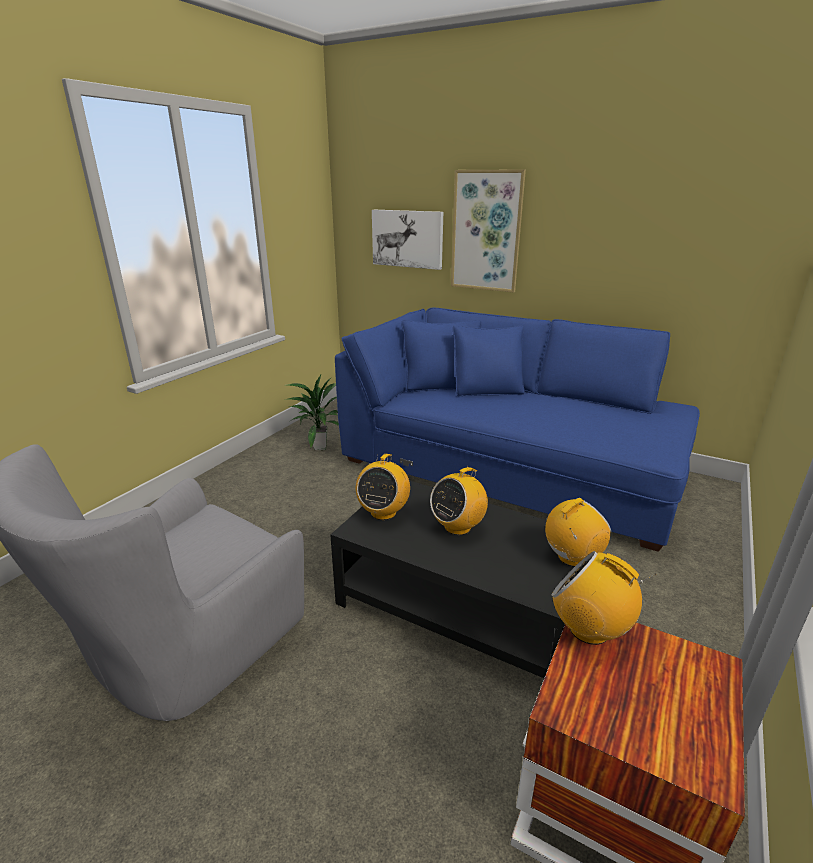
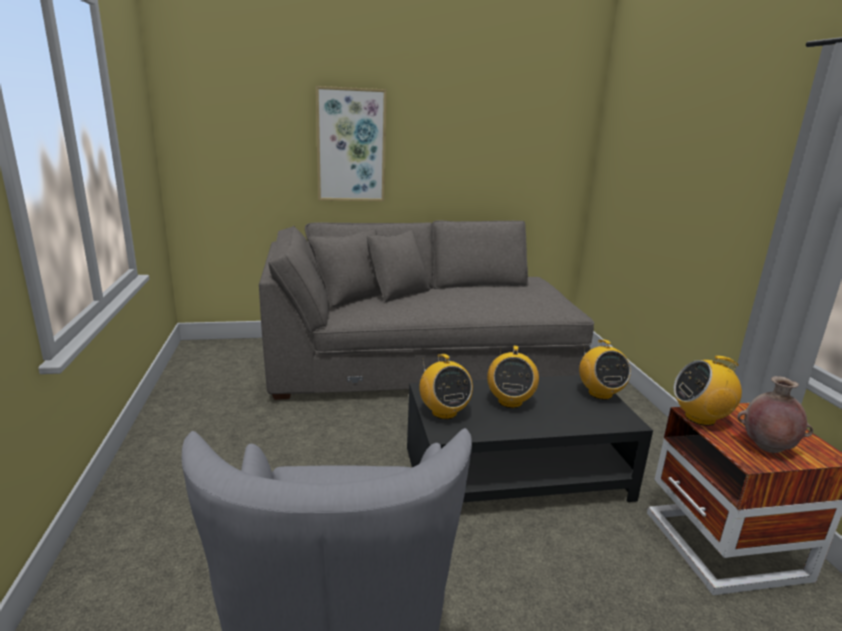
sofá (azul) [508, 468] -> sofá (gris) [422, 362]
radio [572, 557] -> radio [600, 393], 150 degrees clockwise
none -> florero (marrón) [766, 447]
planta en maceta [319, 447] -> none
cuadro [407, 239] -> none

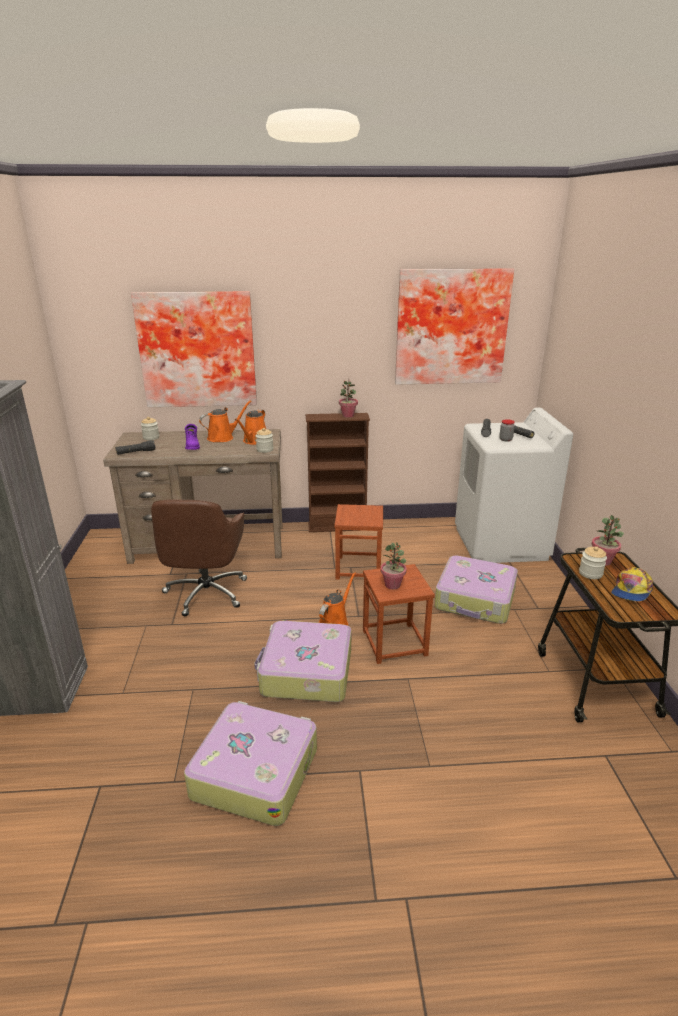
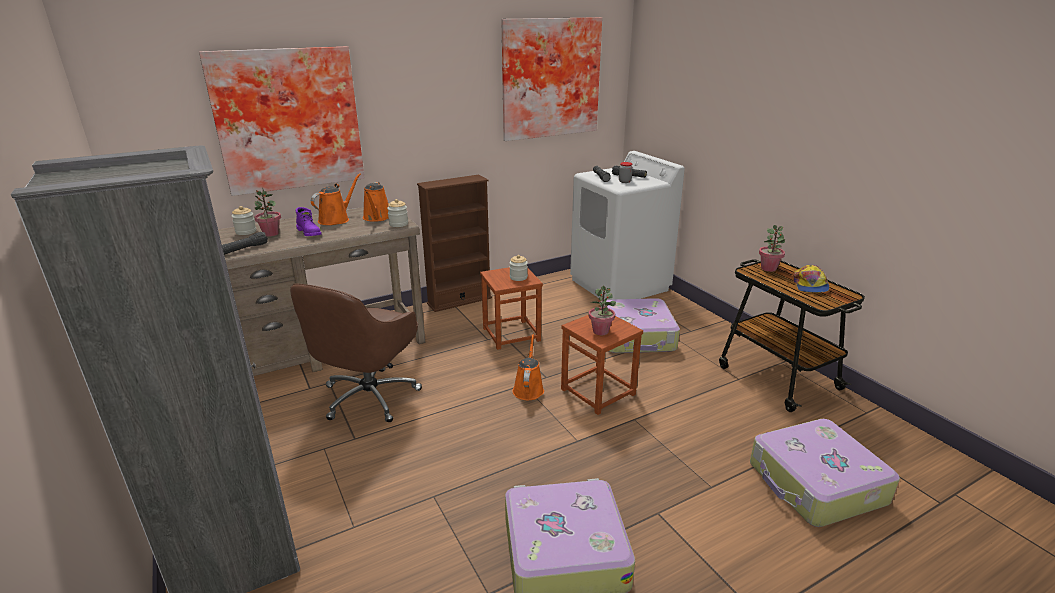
planta en maceta [348, 415] -> planta en maceta [271, 234], move
silla de oficina (marrón) [206, 593] -> silla de oficina (marrón) [369, 397], 45 degrees clockwise
tarro [590, 573] -> tarro [518, 277], move
maleta [305, 672] -> maleta [816, 484], move

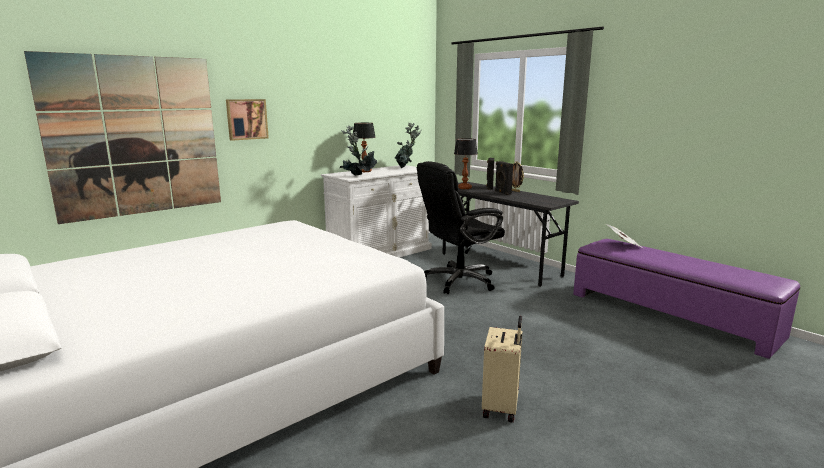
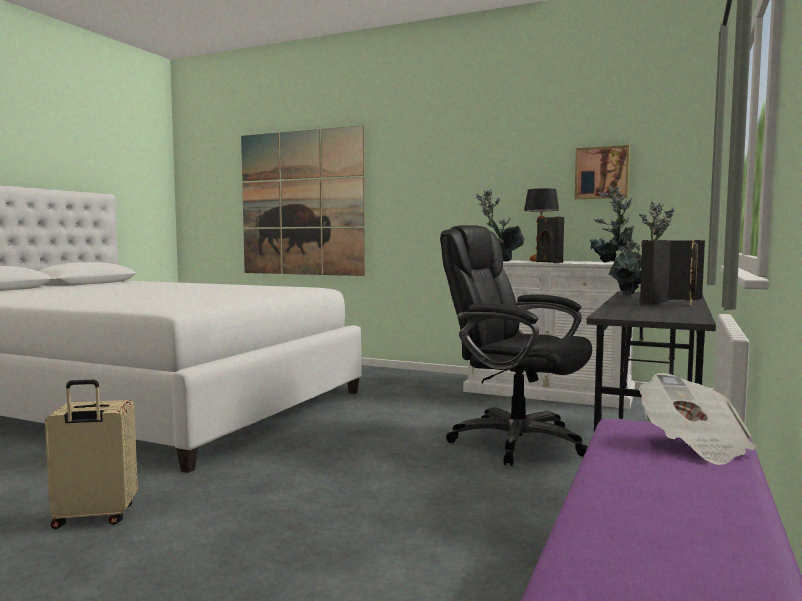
none -> altavoz (negro) [548, 262]
cuadro [246, 119] -> cuadro [602, 173], move
lámpara de mesa [465, 188] -> planta en maceta [637, 295]

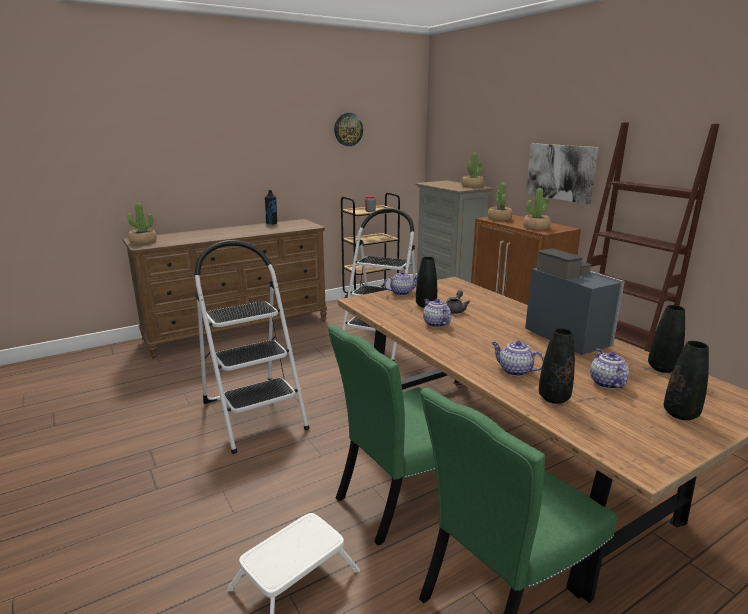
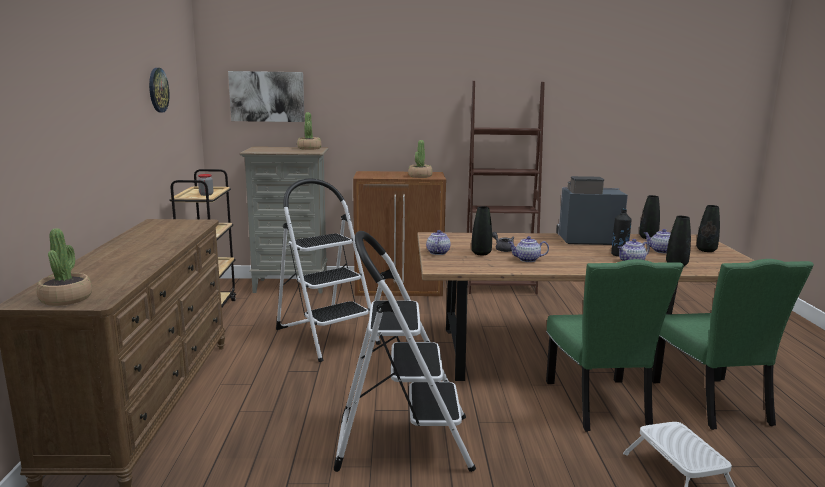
cuadro [560, 172] -> cuadro [267, 96], move
botella (negro) [272, 223] -> botella (negro) [619, 255], move
planta en maceta [499, 218] -> none

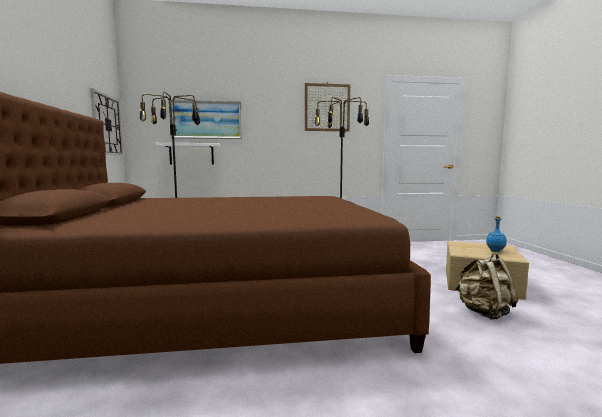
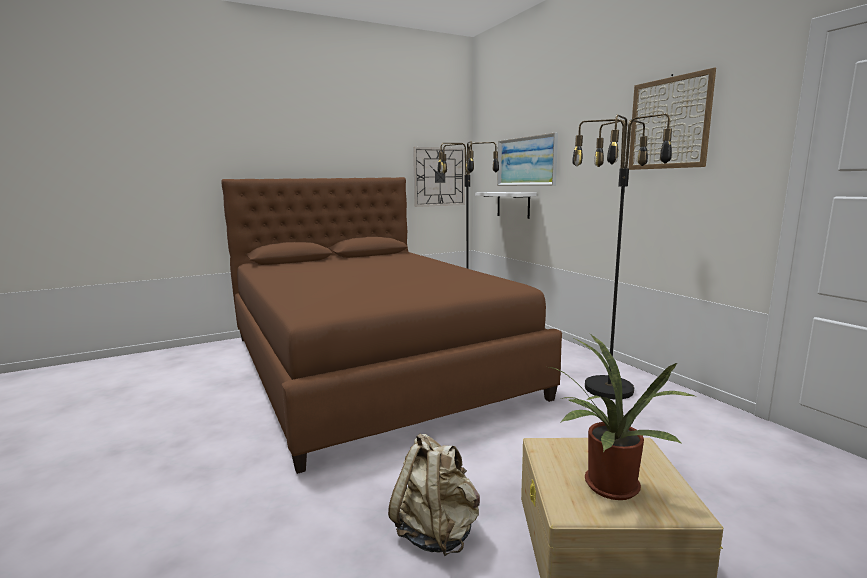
botella (azul) [495, 251] -> planta en maceta [607, 488]

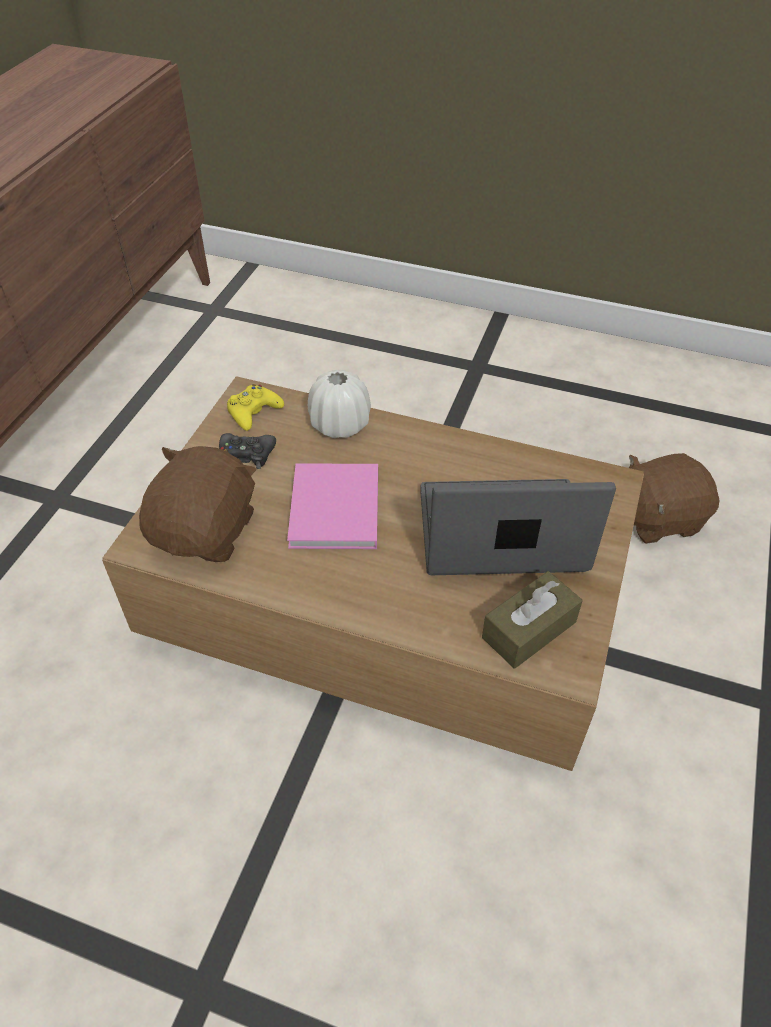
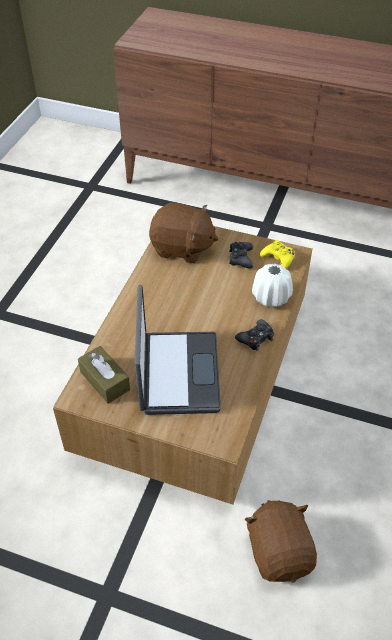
none -> mando de consola (negro) [256, 338]
libro (rosa) [334, 511] -> none

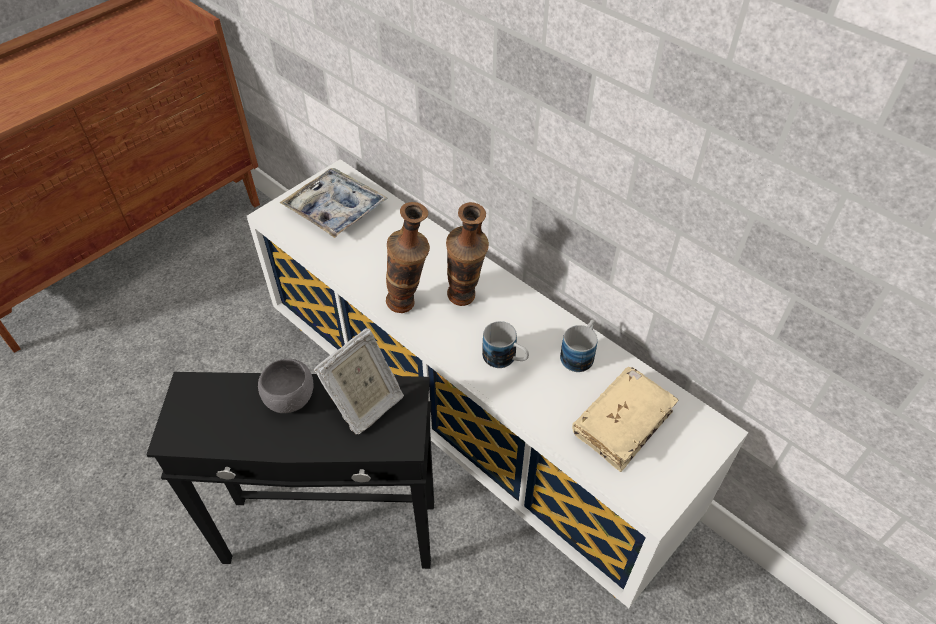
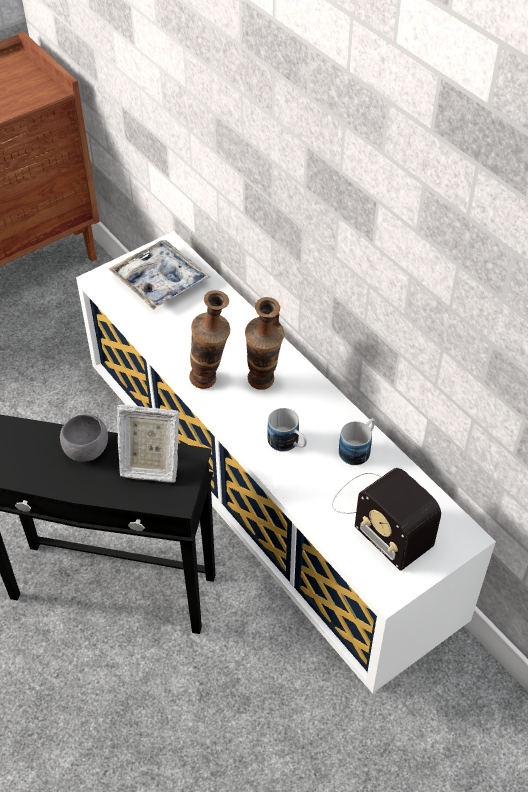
portarretratos [365, 405] -> portarretratos [149, 465], 45 degrees clockwise
libro (beis) [622, 423] -> radio [380, 516]

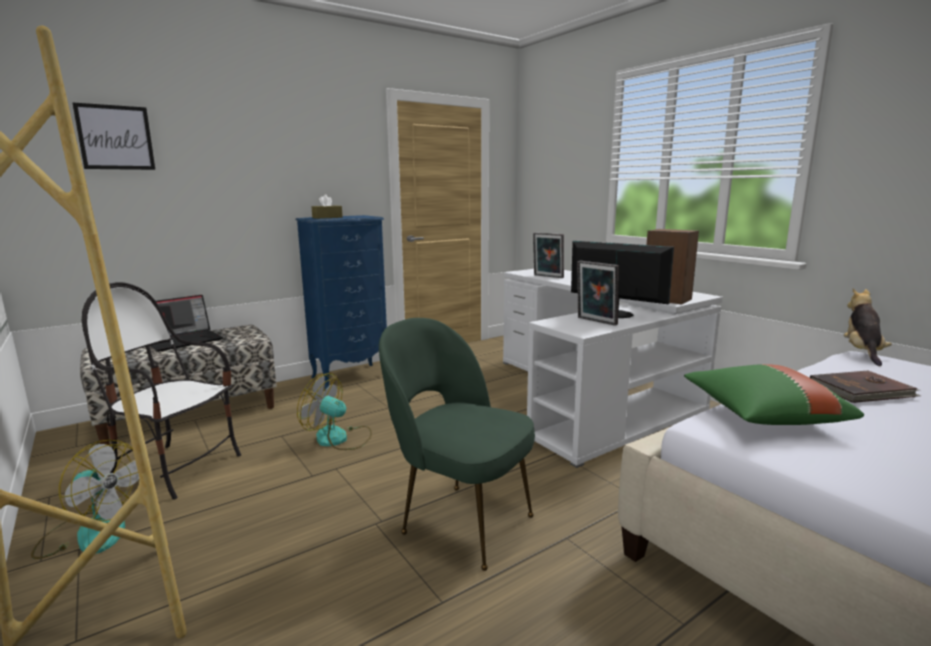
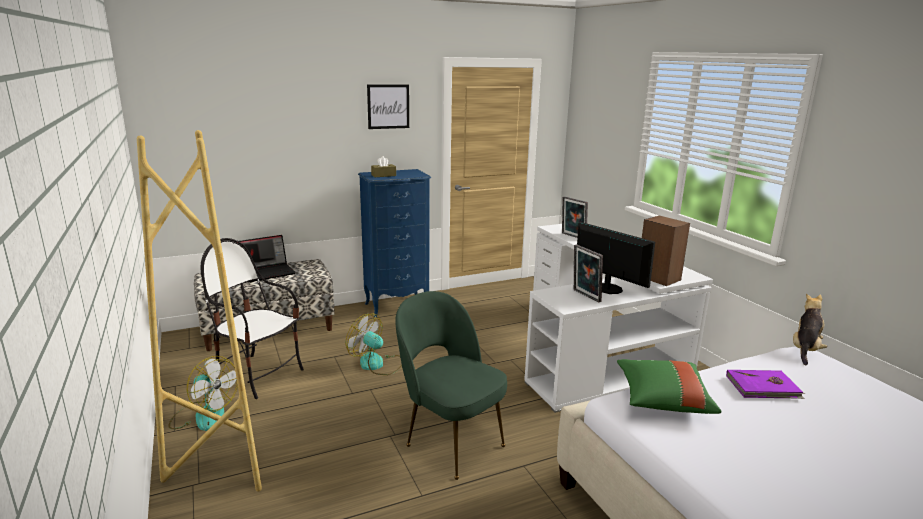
cuadro [115, 137] -> cuadro [388, 106], move
libro (marrón) [862, 390] -> libro (morado) [763, 387]

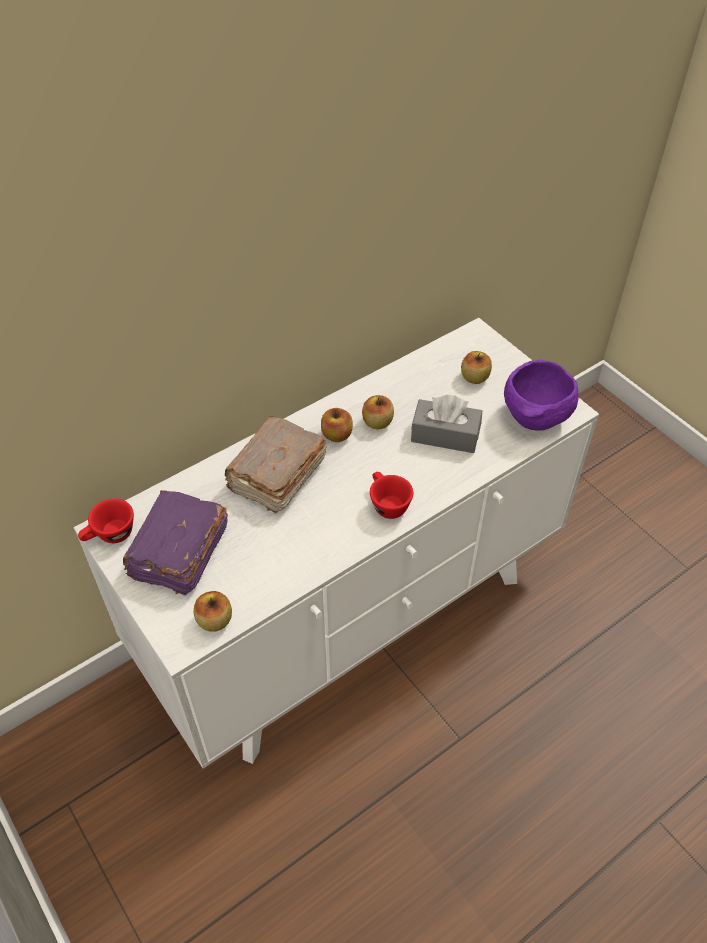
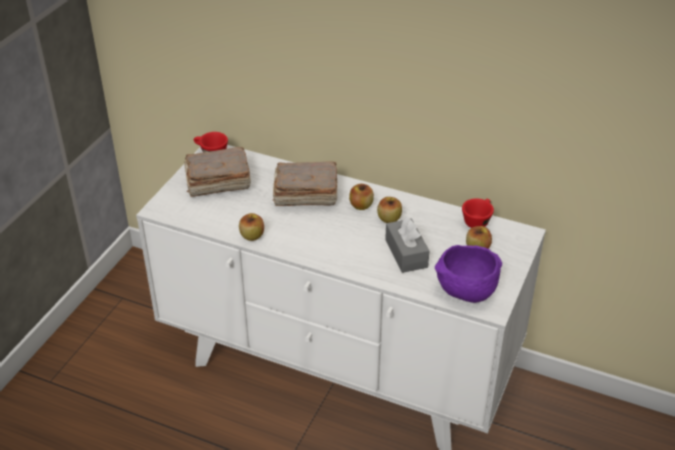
libro (morado) [178, 553] -> libro (marrón) [217, 182]
manzana [214, 620] -> manzana [252, 236], move
taza (rojo) [386, 504] -> taza (rojo) [477, 220], move

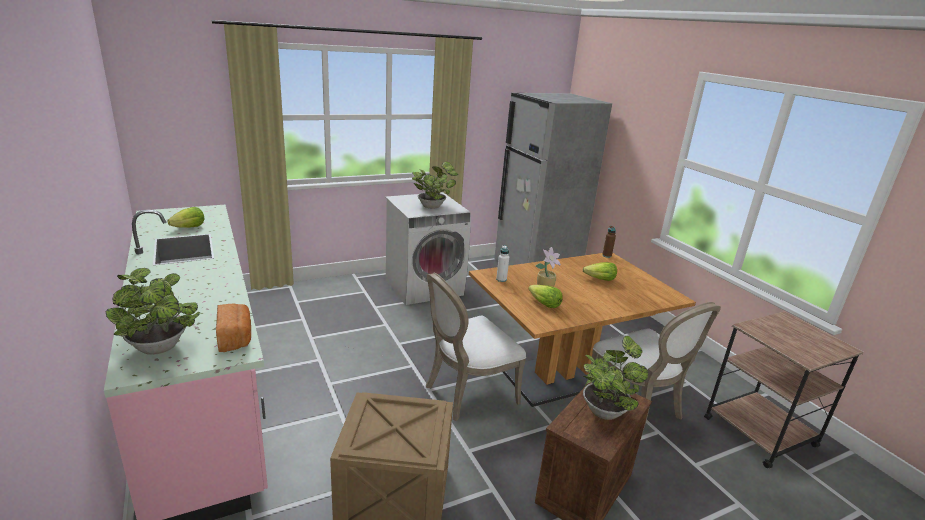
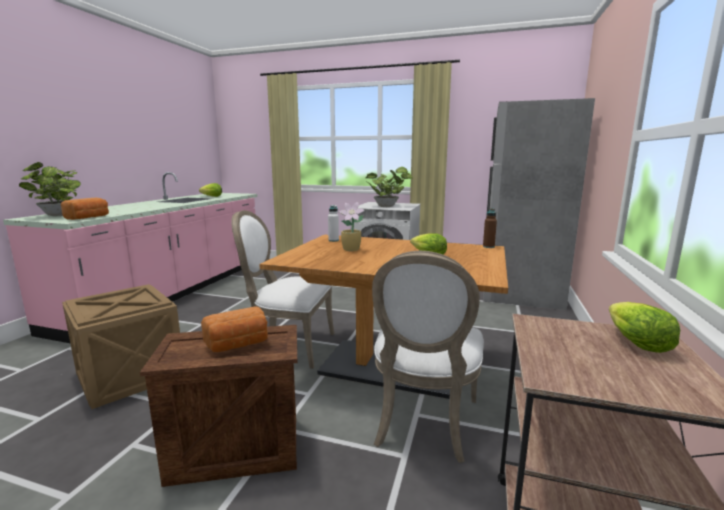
planta en maceta [605, 409] -> pan [238, 344]
lechuga [544, 304] -> lechuga [635, 342], move

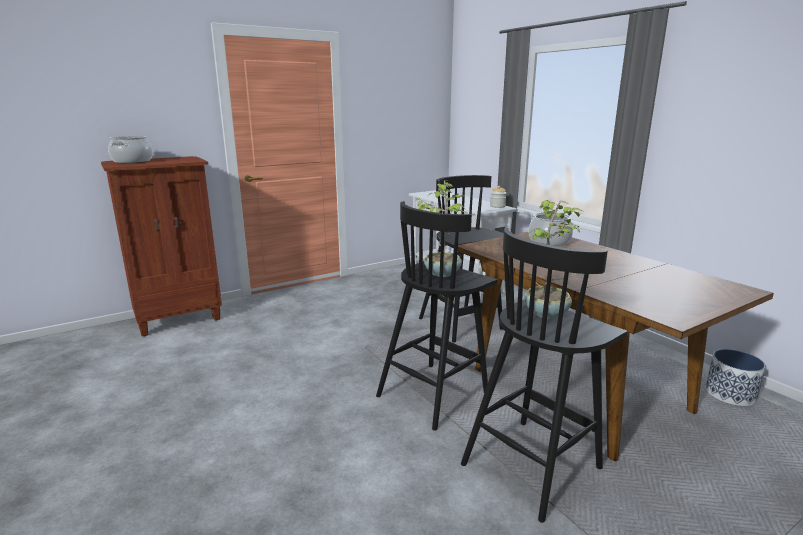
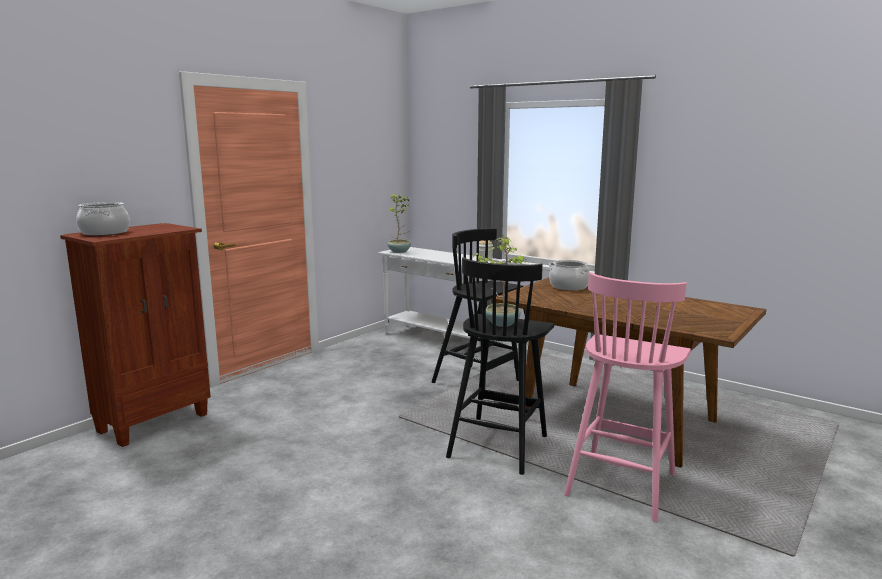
planta en maceta [547, 313] -> planta en maceta [400, 251], move
taburete (negro) [533, 463] -> taburete (rosa) [622, 482]
maceta [730, 394] -> none

